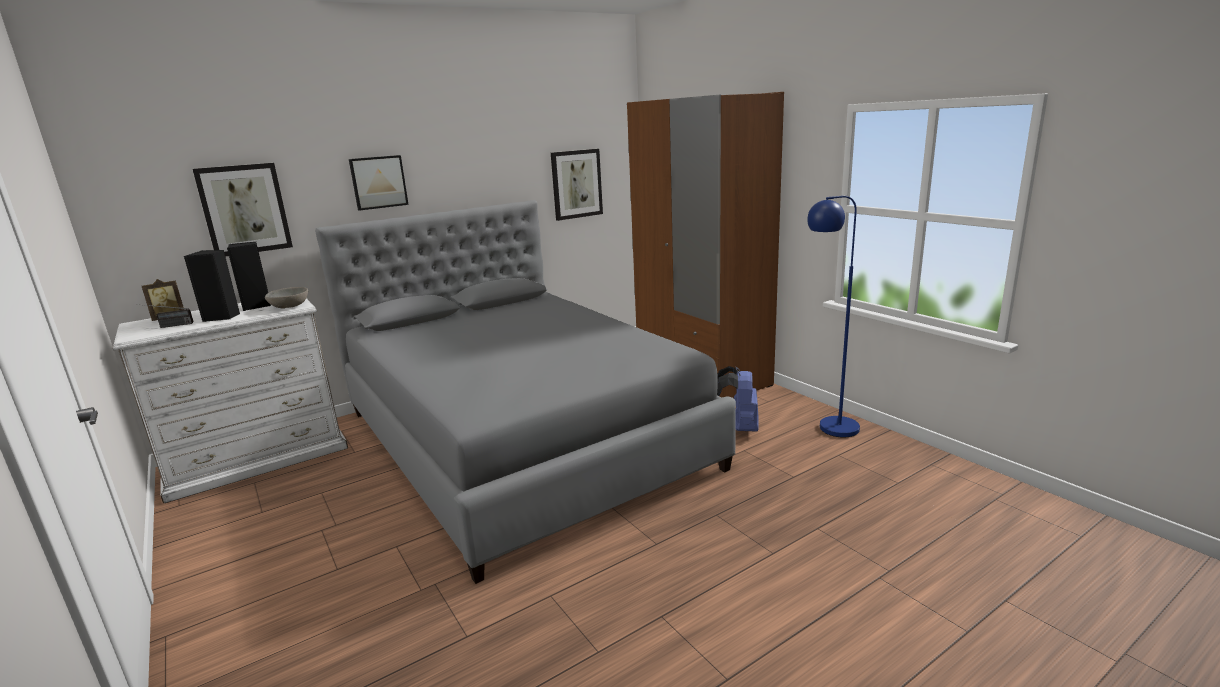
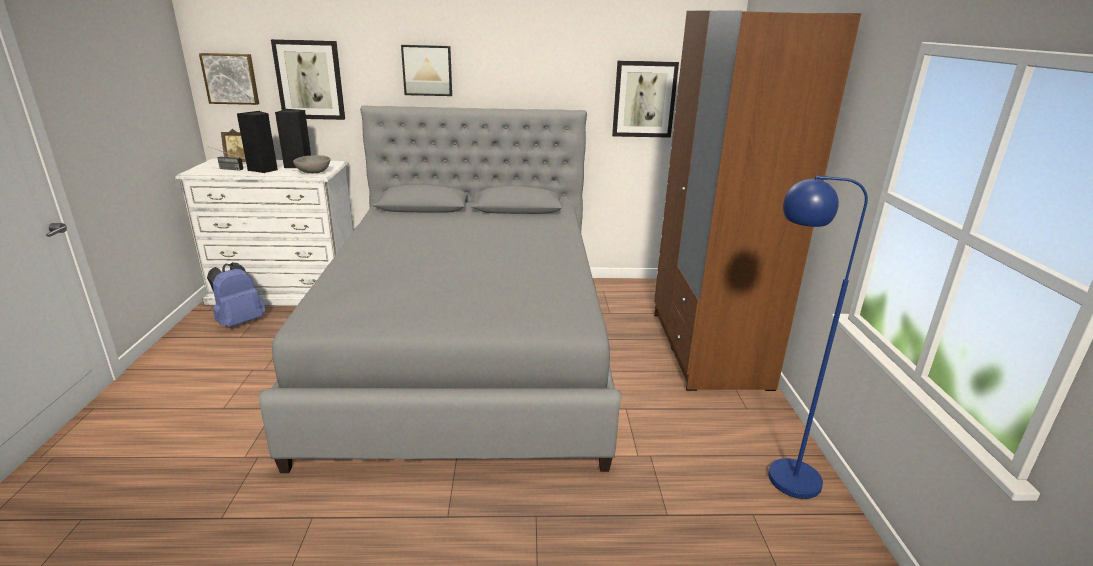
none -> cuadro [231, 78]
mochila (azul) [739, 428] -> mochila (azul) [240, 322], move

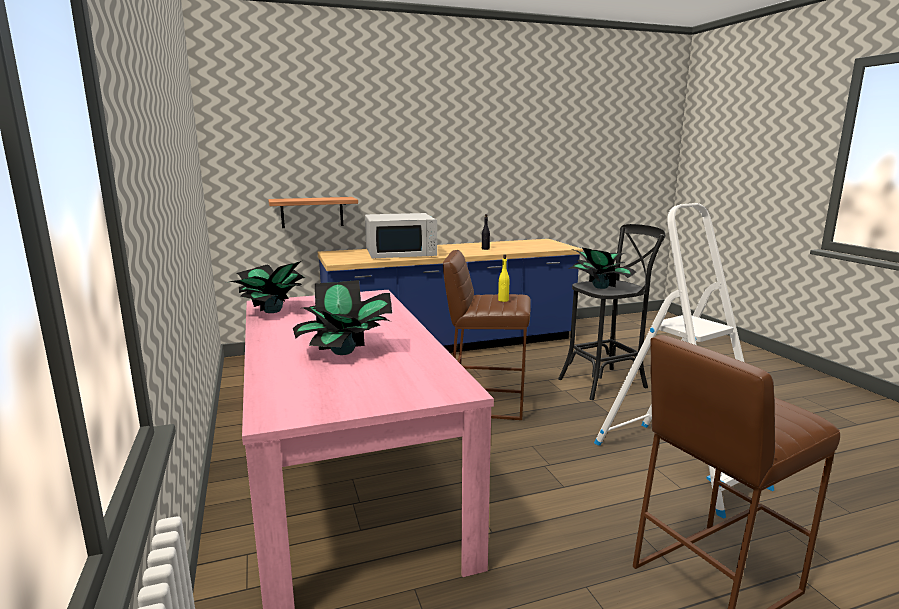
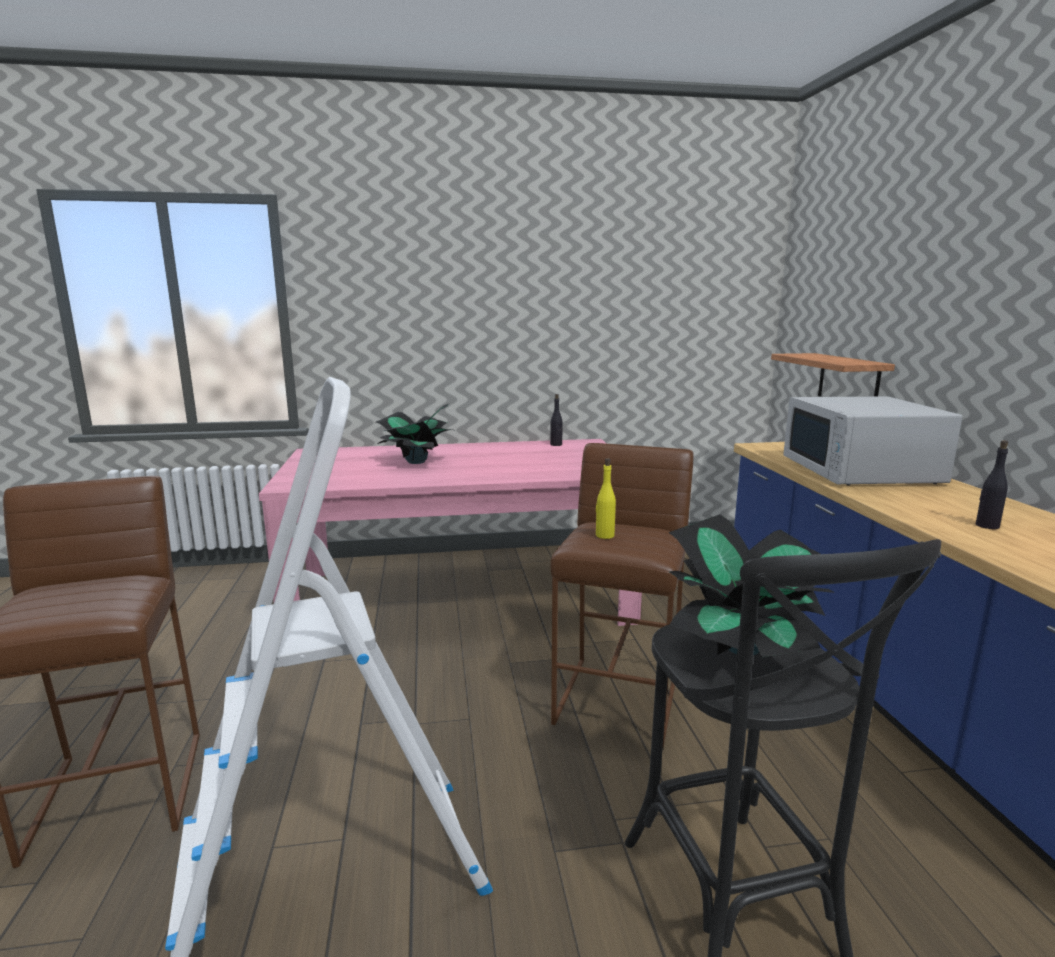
planta en maceta [271, 311] -> botella (negro) [556, 444]

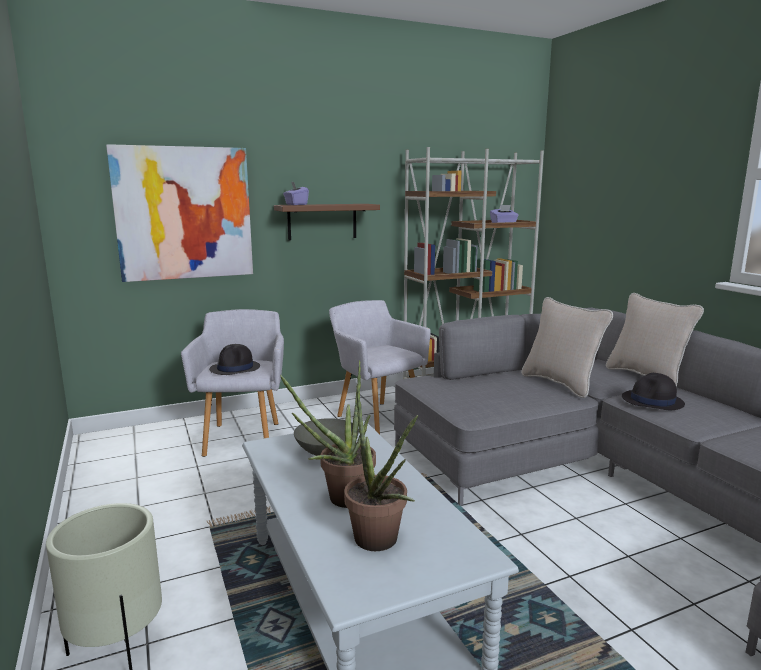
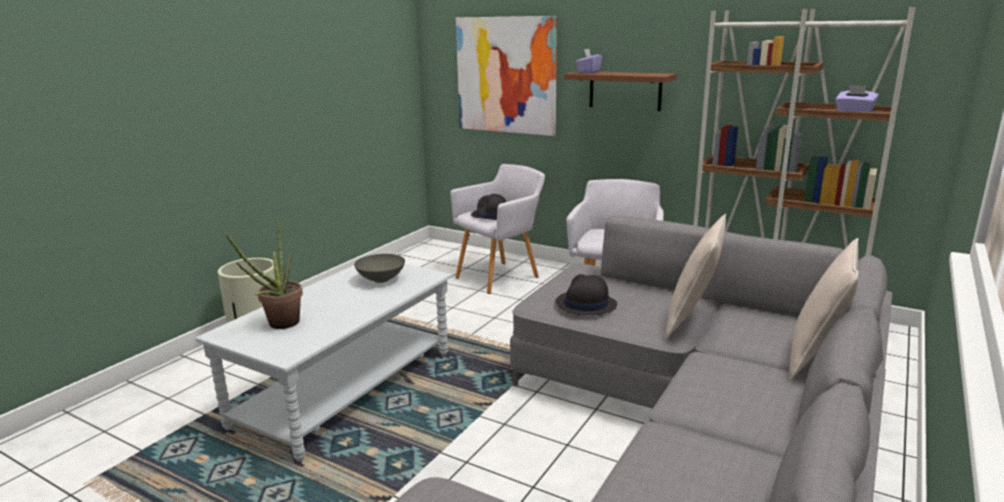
sombrero (negro) [652, 401] -> sombrero (negro) [585, 304], move
planta en maceta [340, 500] -> none

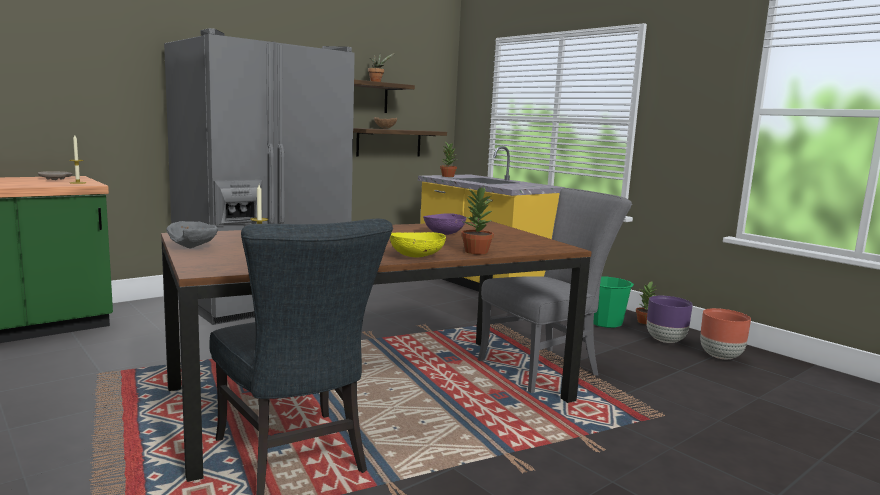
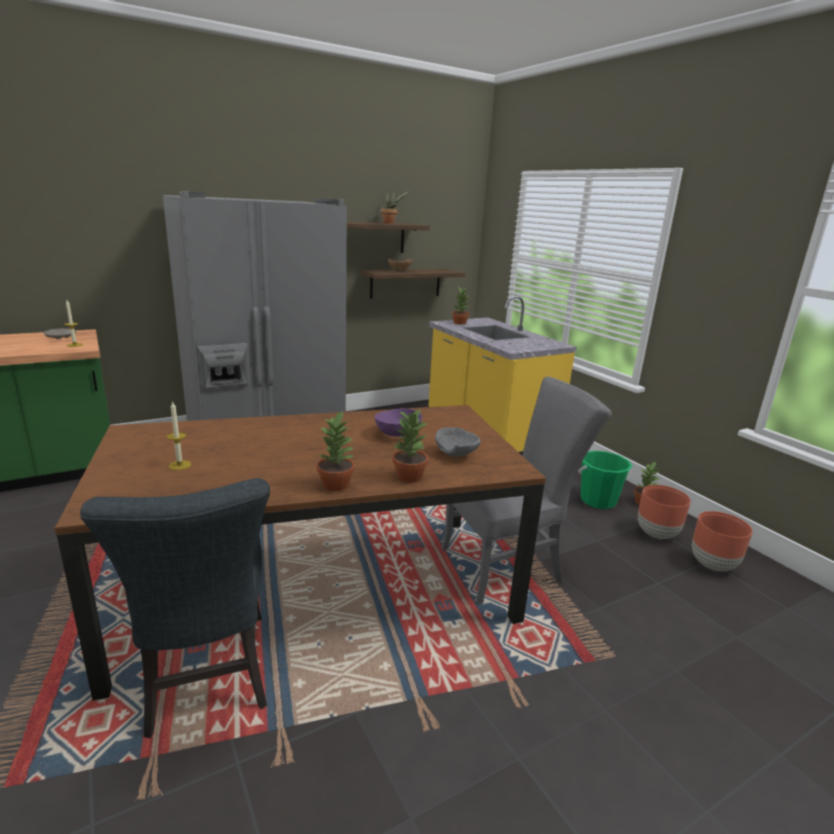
cuenco (amarillo) [416, 256] -> planta en maceta [336, 485]
cuenco (gris) [194, 247] -> cuenco (gris) [457, 455], move
maceta (morado) [665, 340] -> maceta (marrón) [657, 533]

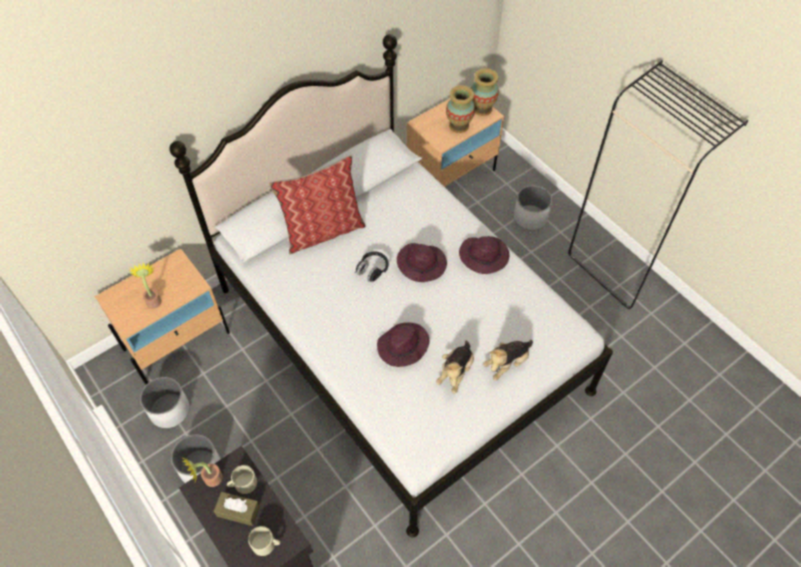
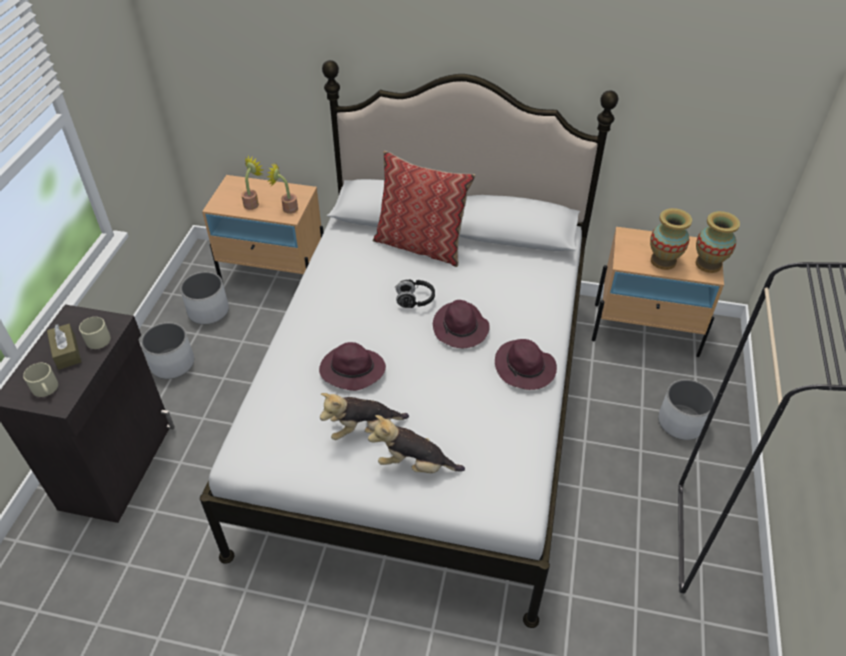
planta en maceta [209, 480] -> planta en maceta [287, 208], move

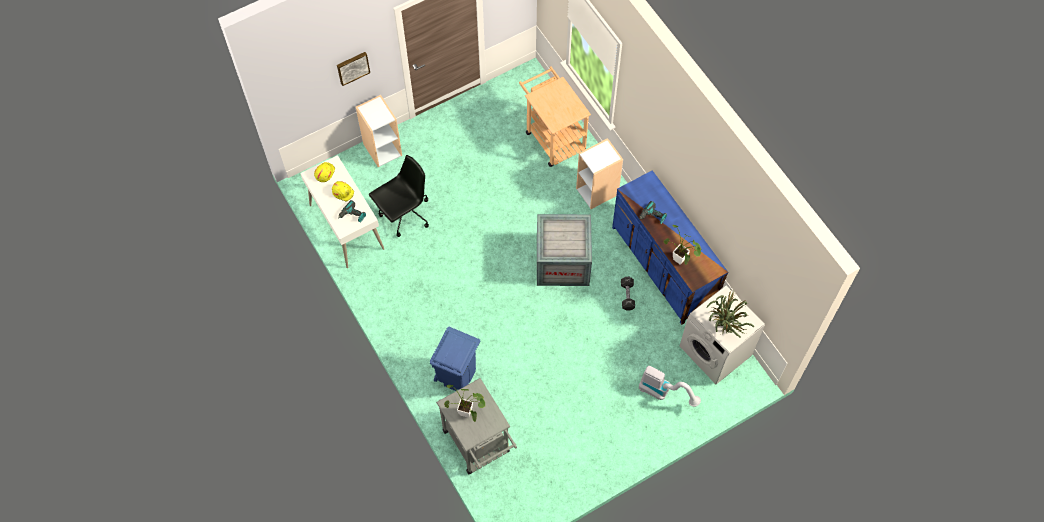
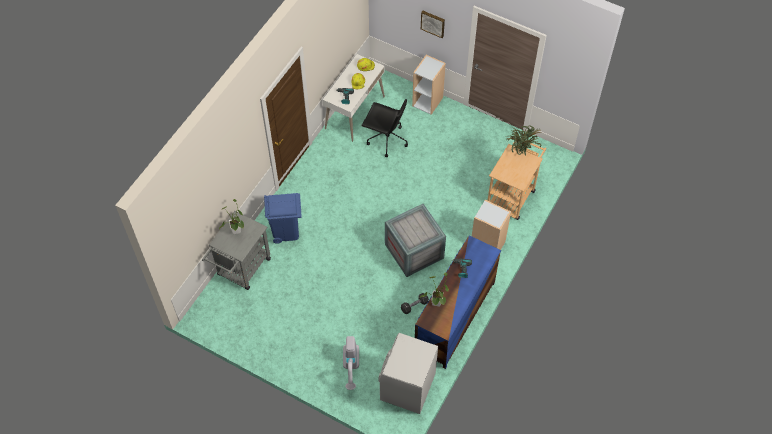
planta en maceta [724, 328] -> planta en maceta [520, 152], move

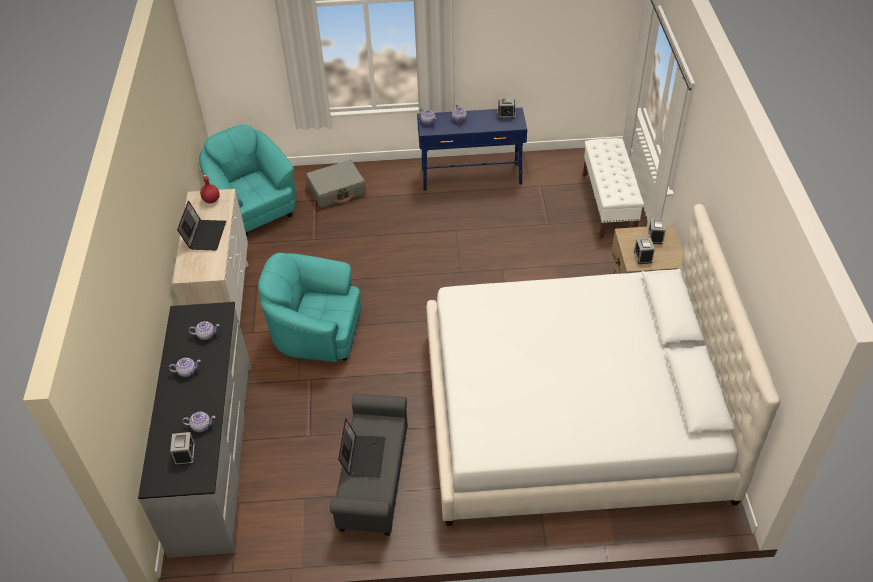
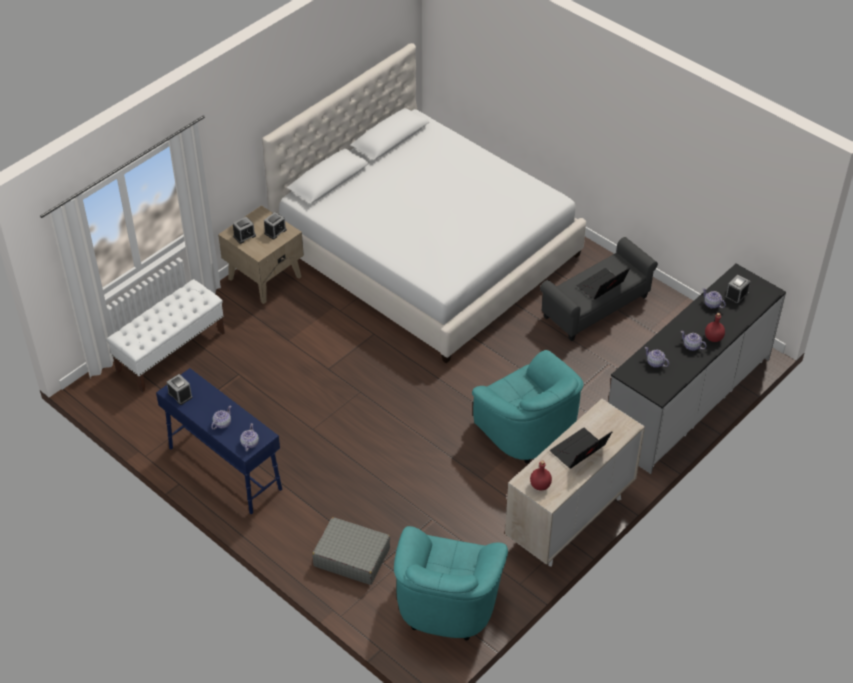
none -> botella (rojo) [713, 338]

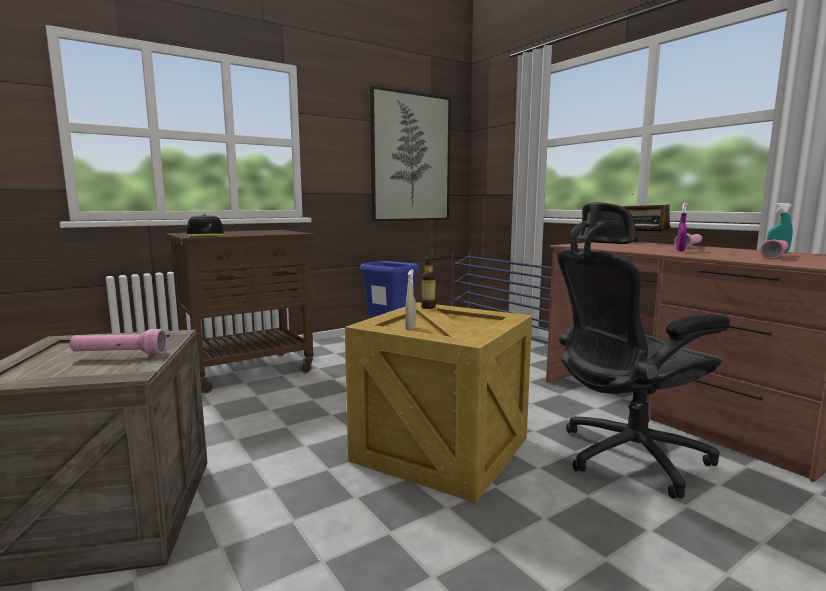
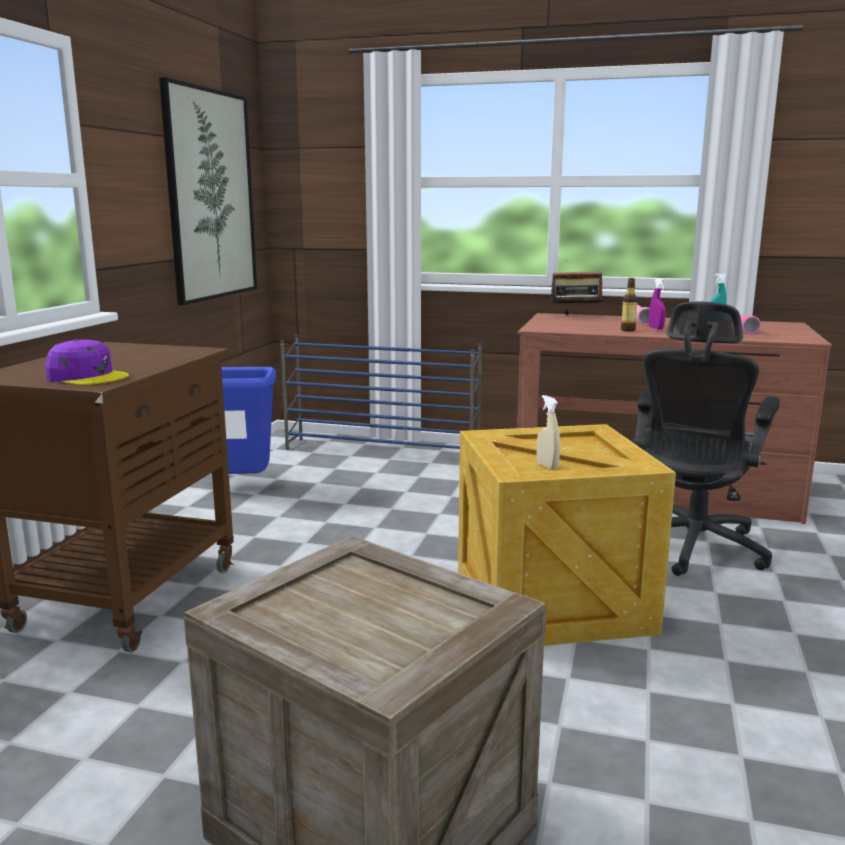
gorra (negro) [206, 235] -> gorra (morado) [87, 377]
botella [428, 307] -> botella [628, 330], move
linterna (rosa) [119, 354] -> none

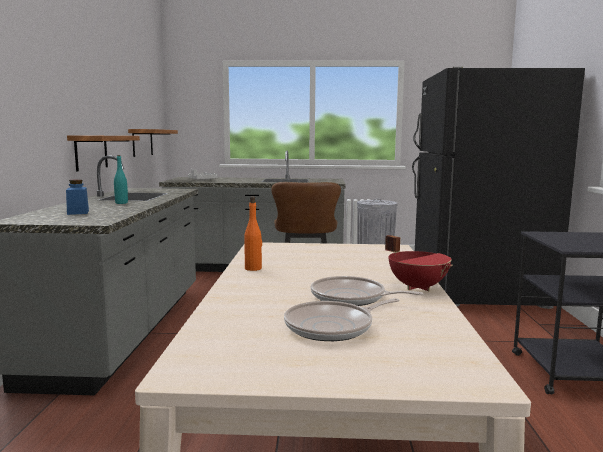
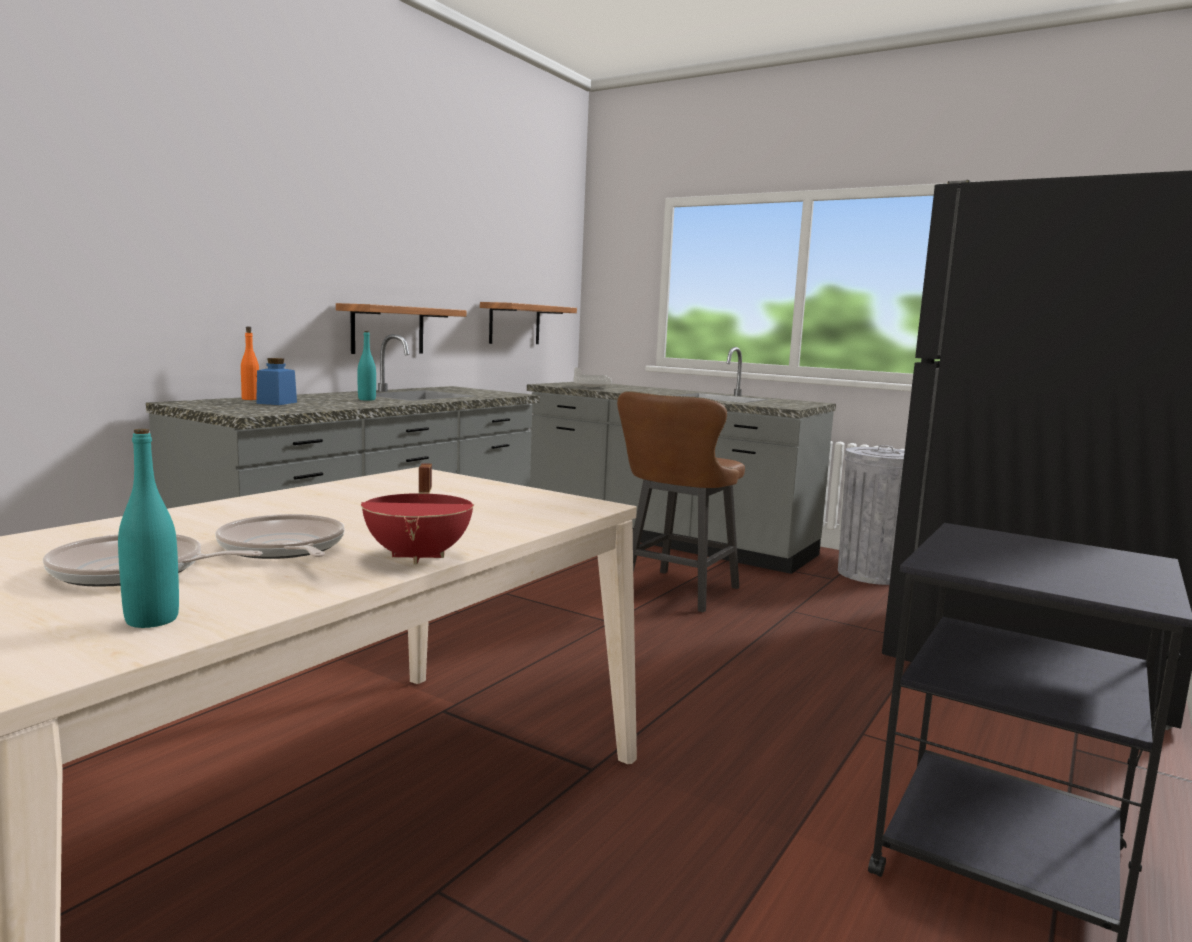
none -> botella (turquesa) [152, 620]
botella (naranja) [253, 268] -> botella (naranja) [251, 399], move

